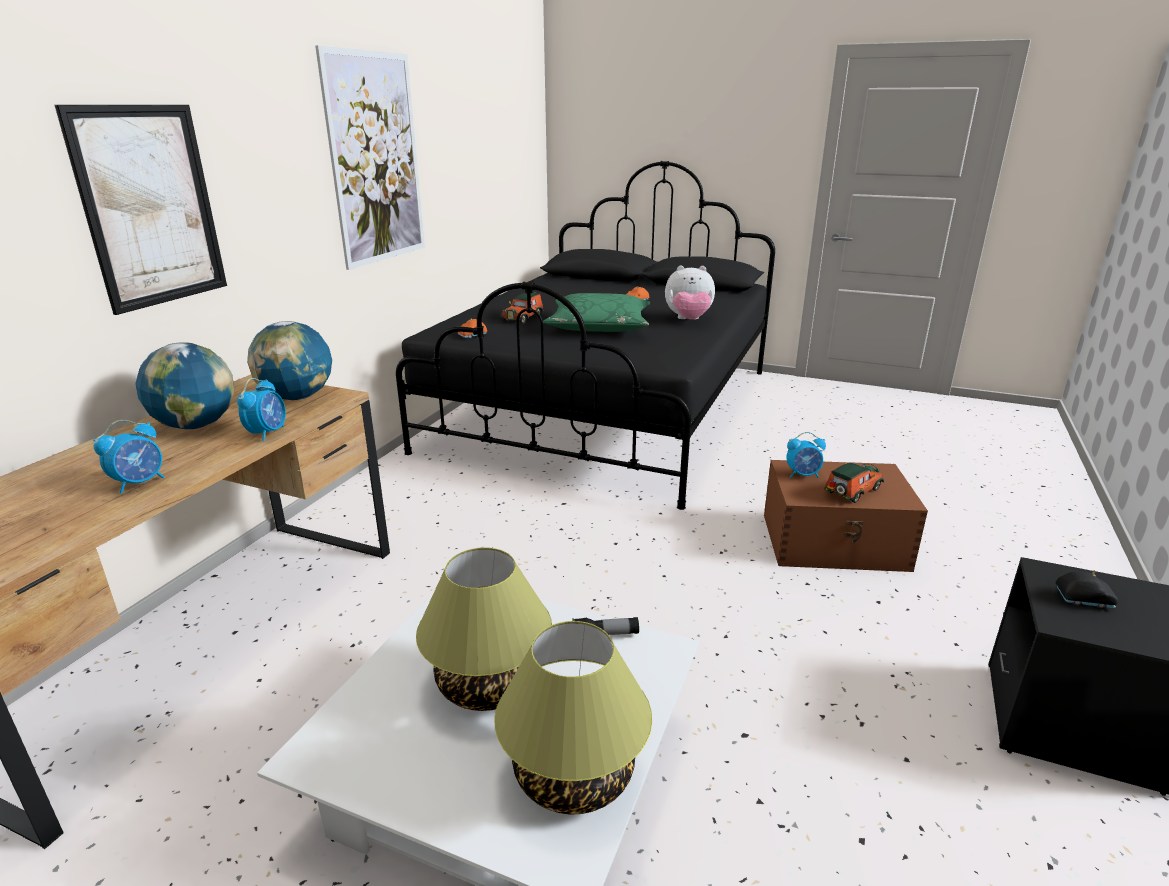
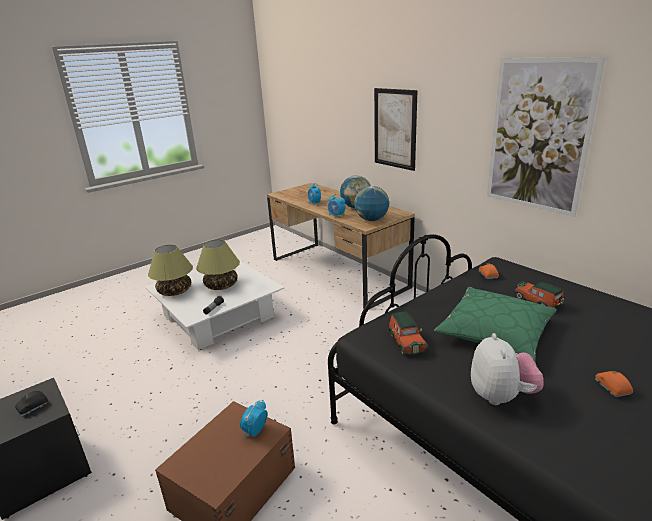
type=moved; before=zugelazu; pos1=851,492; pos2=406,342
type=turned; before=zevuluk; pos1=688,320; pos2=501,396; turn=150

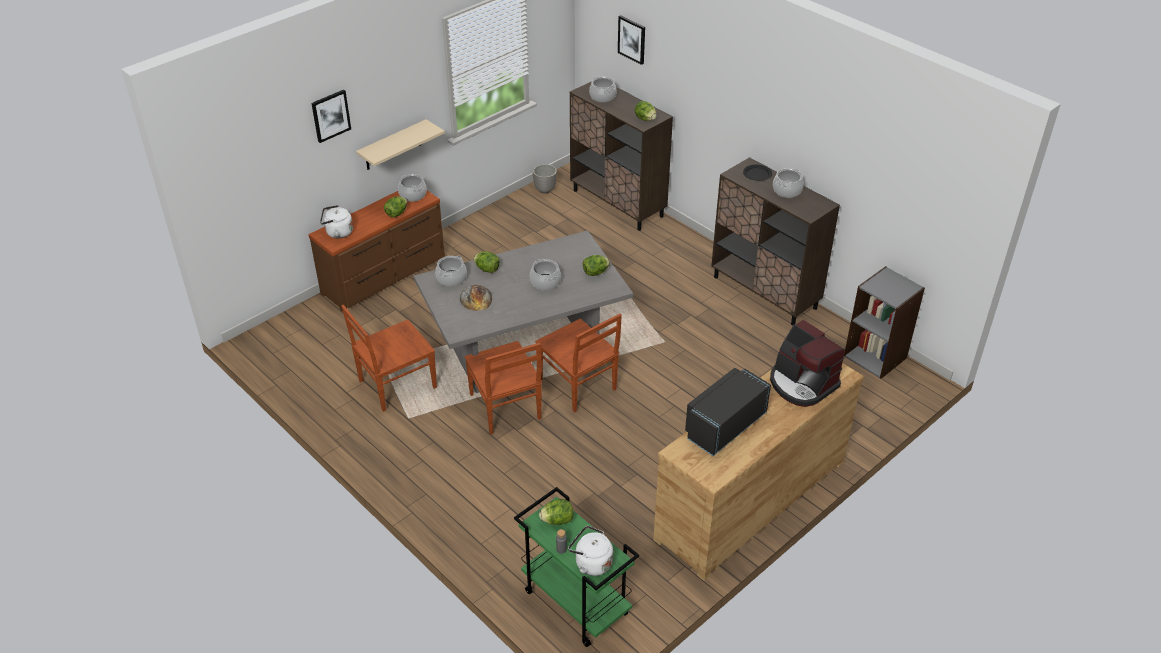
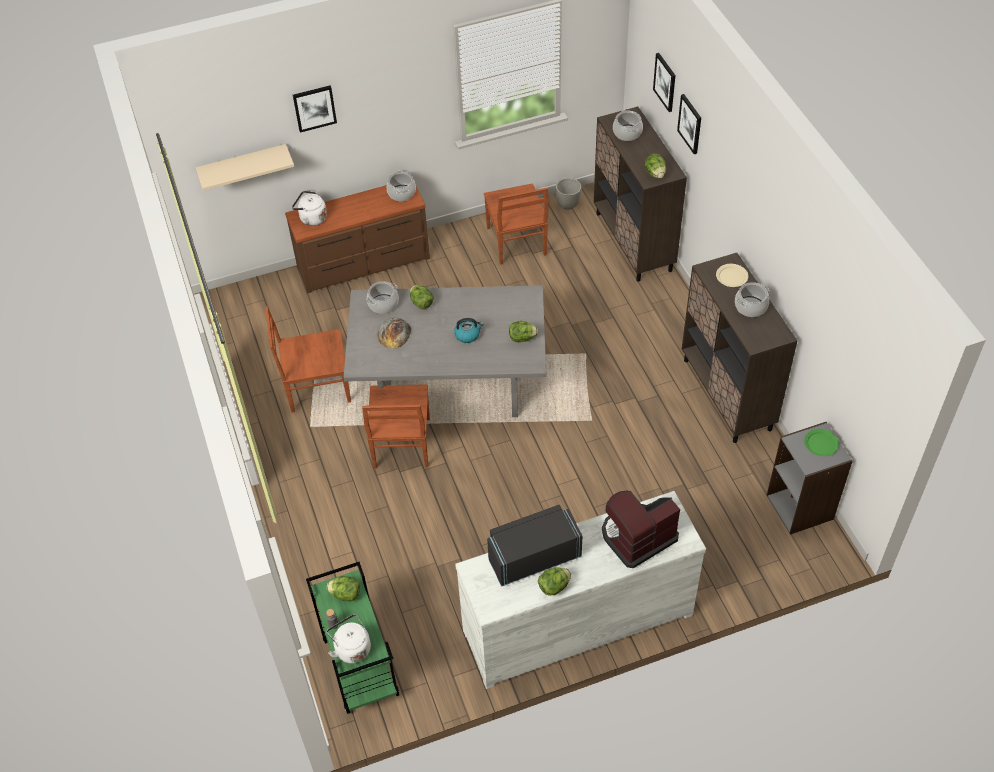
type=moved; before=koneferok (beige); pos1=393,145; pos2=243,166
type=replaced; before=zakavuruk; after=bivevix; pos1=545,282; pos2=468,335
type=recoloured; before=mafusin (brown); after=mafusin (white); pos1=749,499; pos2=576,621
type=moved; before=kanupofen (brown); pos1=578,385; pos2=516,242
type=moved; before=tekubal; pos1=396,213; pos2=554,586
type=turned; before=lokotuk; pos1=802,384; pos2=637,536; turn=75
type=added; after=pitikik; pos2=690,123
type=recoloured; before=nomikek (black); after=nomikek (beige); pos1=757,174; pos2=731,277
type=added; after=nomikek (green); pos2=820,444

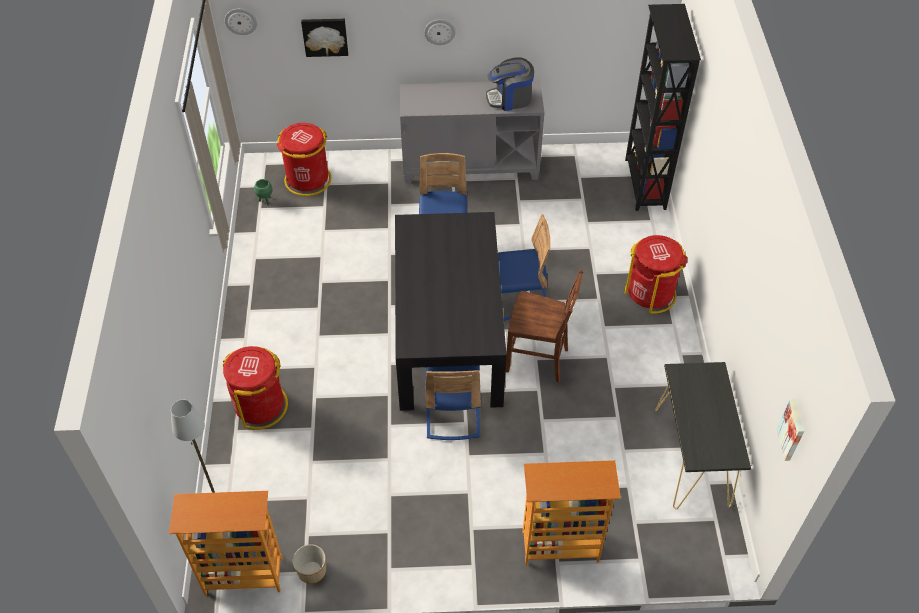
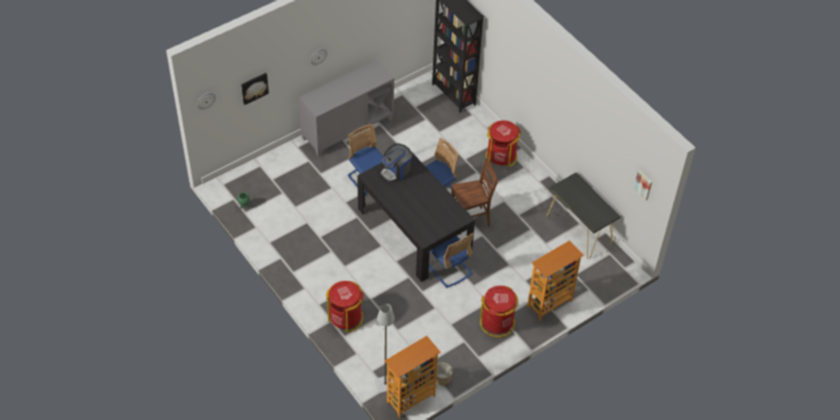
type=moved; before=lokotuk; pos1=510,98; pos2=396,171
type=moved; before=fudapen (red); pos1=308,180; pos2=497,323

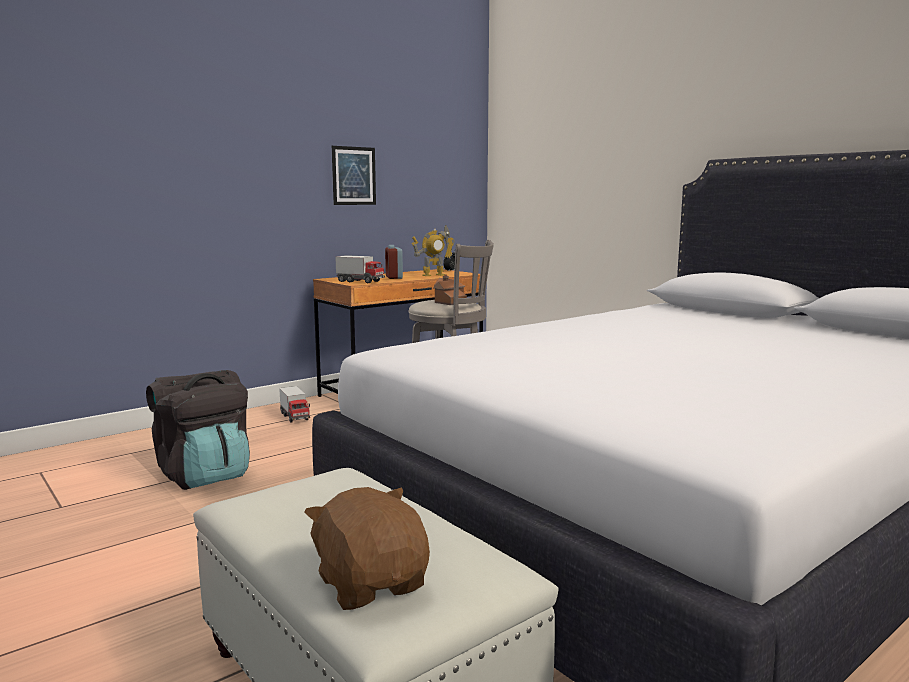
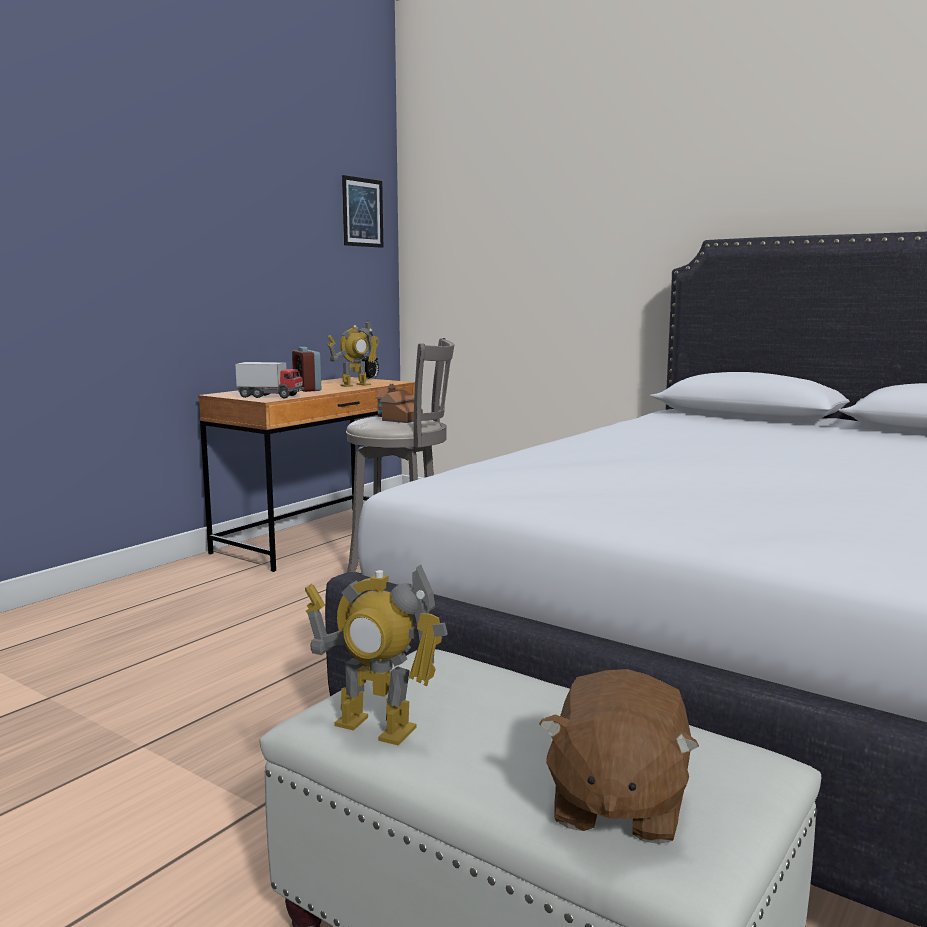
type=added; after=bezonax; pos2=375,727
type=moved; before=pitikik; pos1=354,176; pos2=362,212
type=turned; before=zevuluk (brown); pos1=371,584; pos2=616,804; turn=-120
type=removed; before=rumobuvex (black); pos1=204,475
type=removed; before=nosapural; pos1=295,417

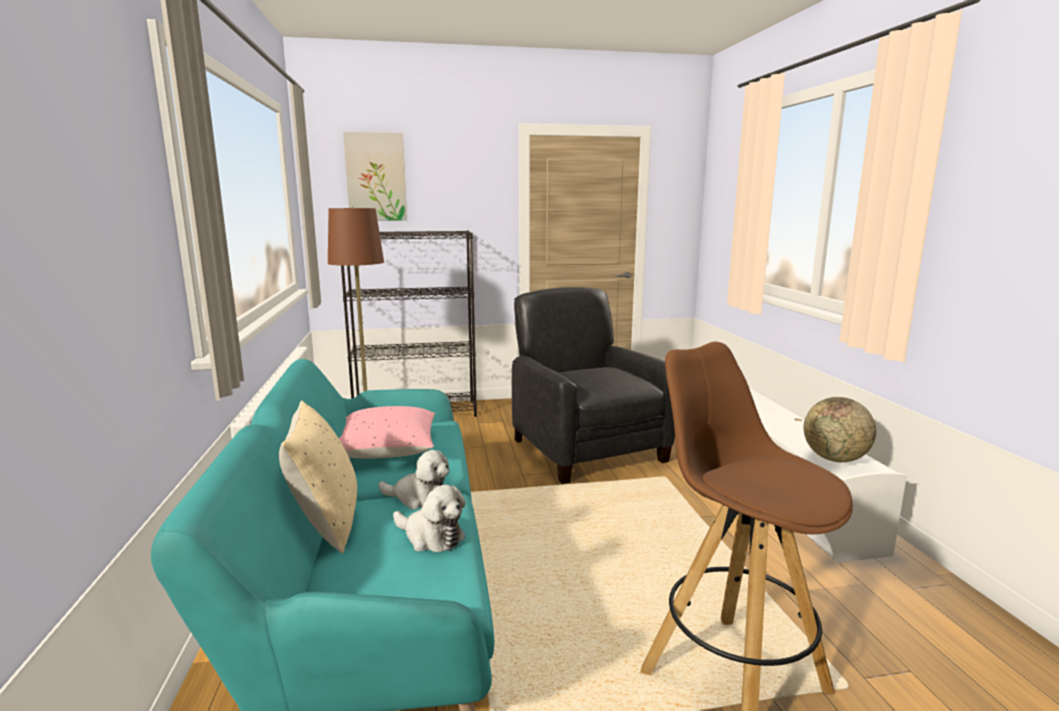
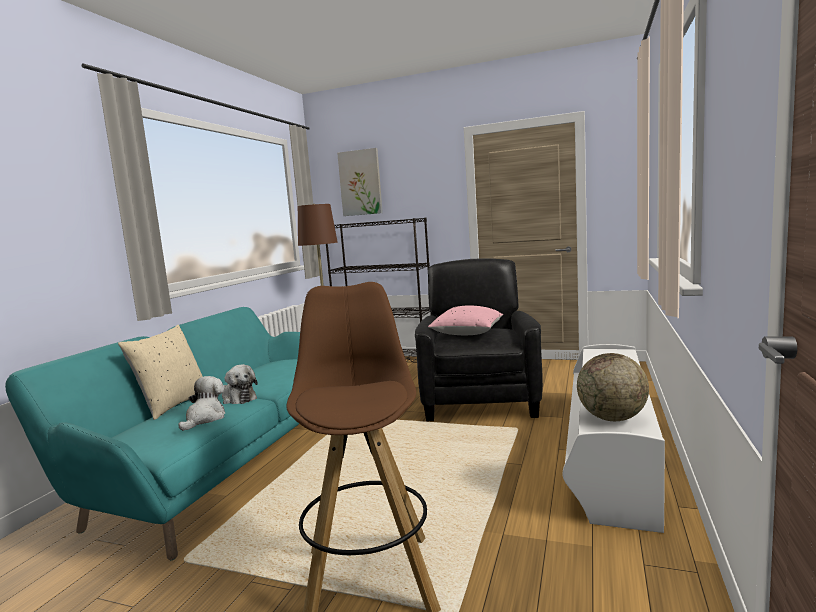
type=turned; before=zevuluk; pos1=431,536; pos2=205,418; turn=-135
type=moved; before=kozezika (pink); pos1=388,451; pos2=467,333

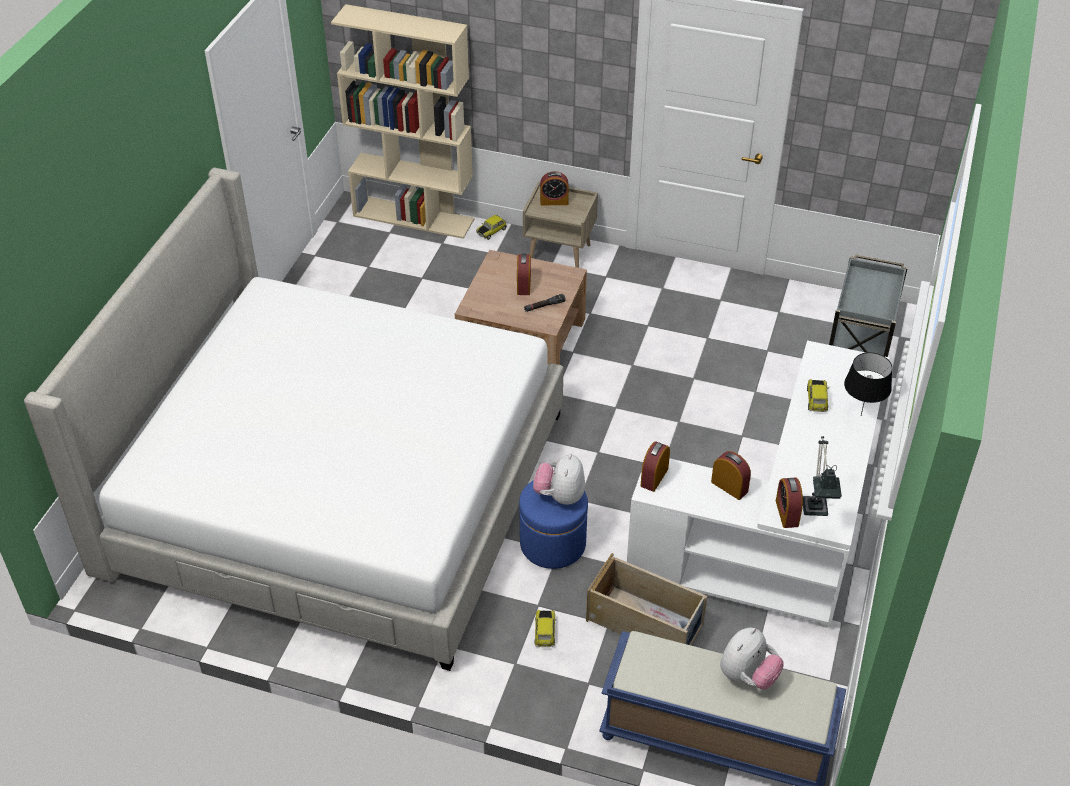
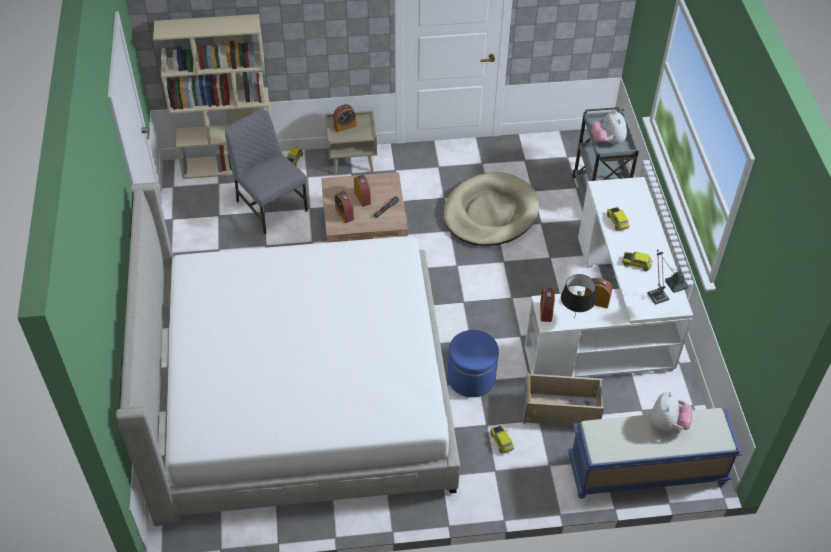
type=added; after=kanupofen (grey); pos2=270,205
type=moved; before=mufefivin; pos1=787,513; pos2=344,214
type=added; after=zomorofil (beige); pos2=490,213
type=moved; before=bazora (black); pos1=860,415; pos2=574,318
type=moved; before=zevuluk; pos1=560,496; pos2=607,141
type=added; after=zugelazu; pos2=636,263

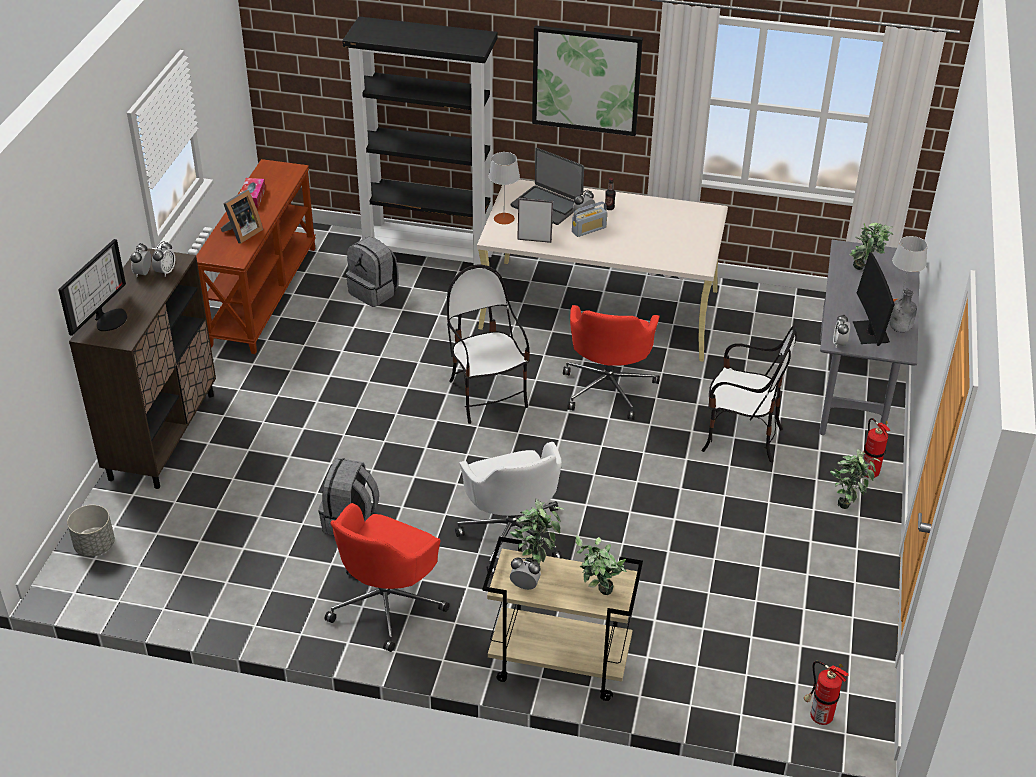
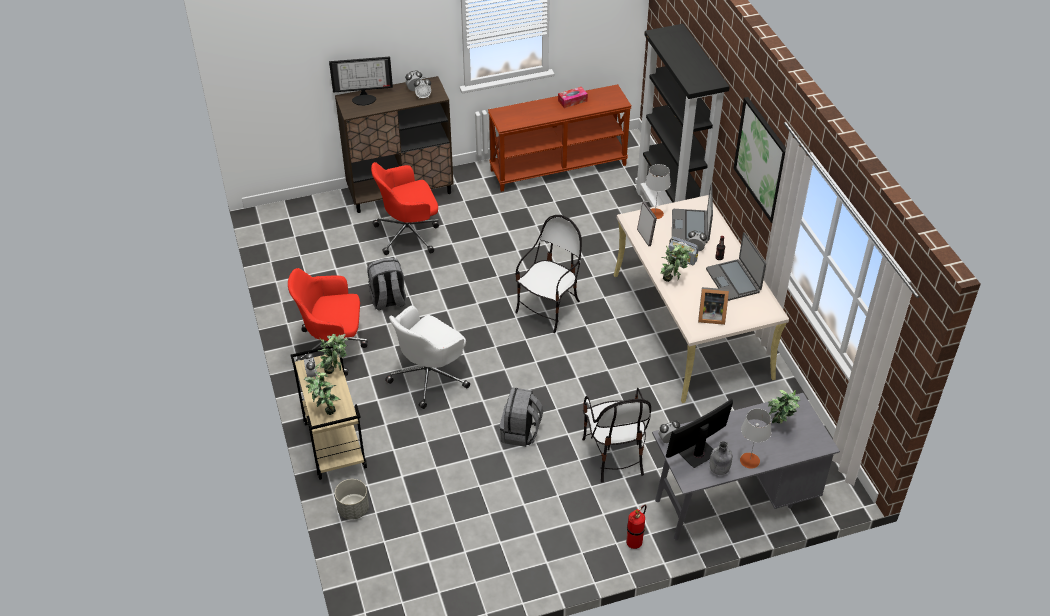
type=moved; before=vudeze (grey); pos1=94,546; pos2=353,509
type=moved; before=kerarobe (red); pos1=608,388; pos2=409,233
type=moved; before=rumobuvex (grey); pos1=374,292; pos2=520,432
type=moved; before=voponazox; pos1=847,502; pos2=673,280
type=moved; before=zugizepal; pos1=242,233; pos2=710,316
type=added; after=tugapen; pos2=733,280
type=removed; before=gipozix; pos1=818,716

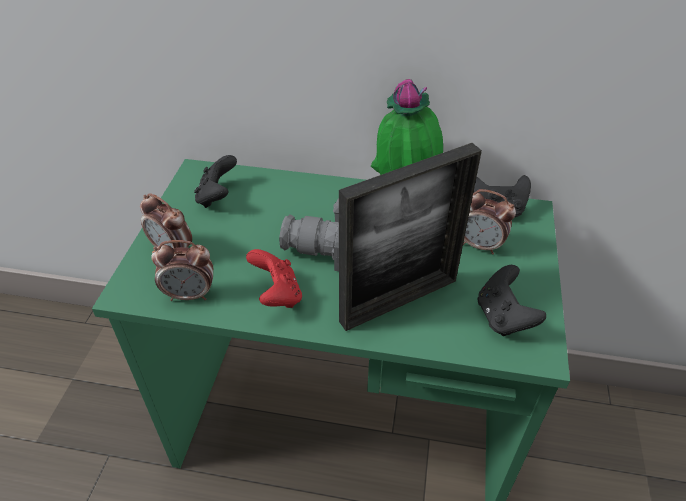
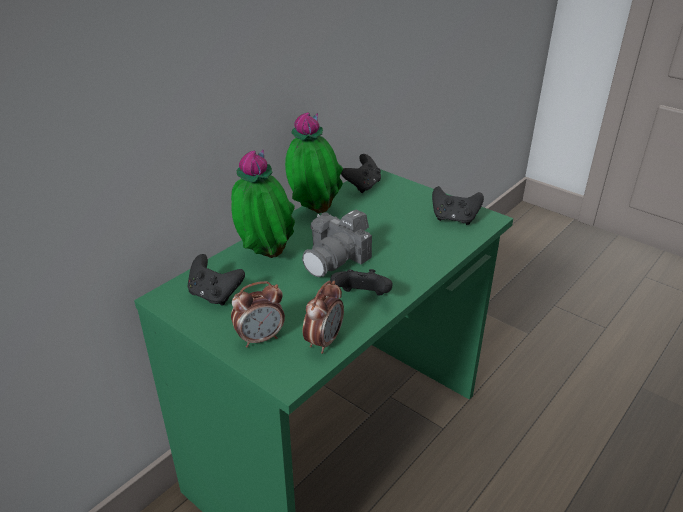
type=added; after=voponazox; pos2=265,256
type=recoloured; before=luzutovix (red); after=luzutovix (black); pos1=277,295; pos2=362,298
type=removed; before=zugizepal; pos1=399,301
type=removed; before=mufefivin; pos1=480,245

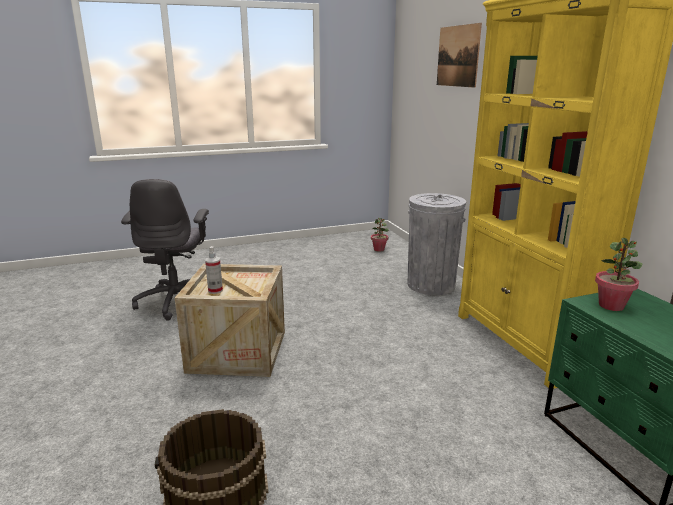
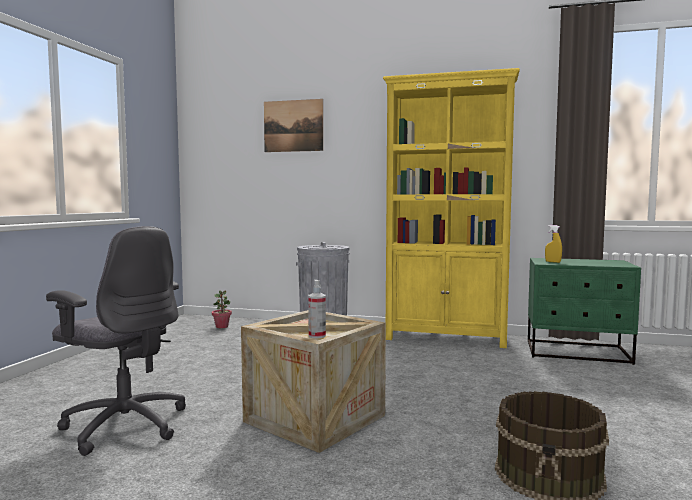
type=replaced; before=voponazox; after=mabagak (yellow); pos1=611,306; pos2=553,262

